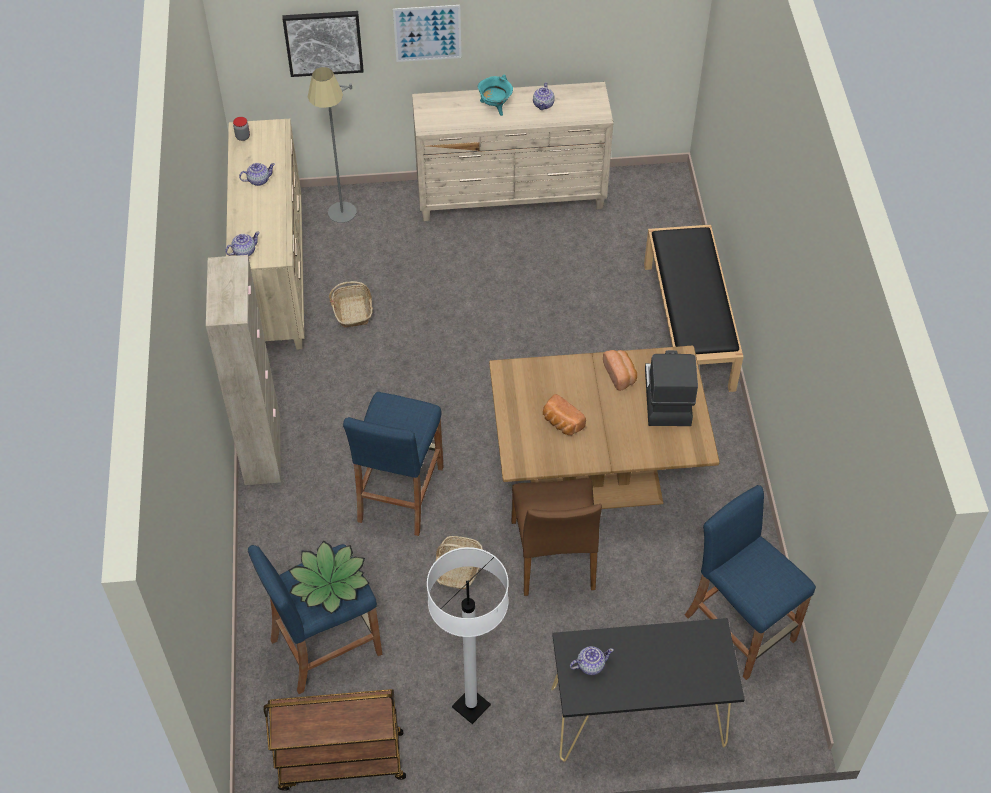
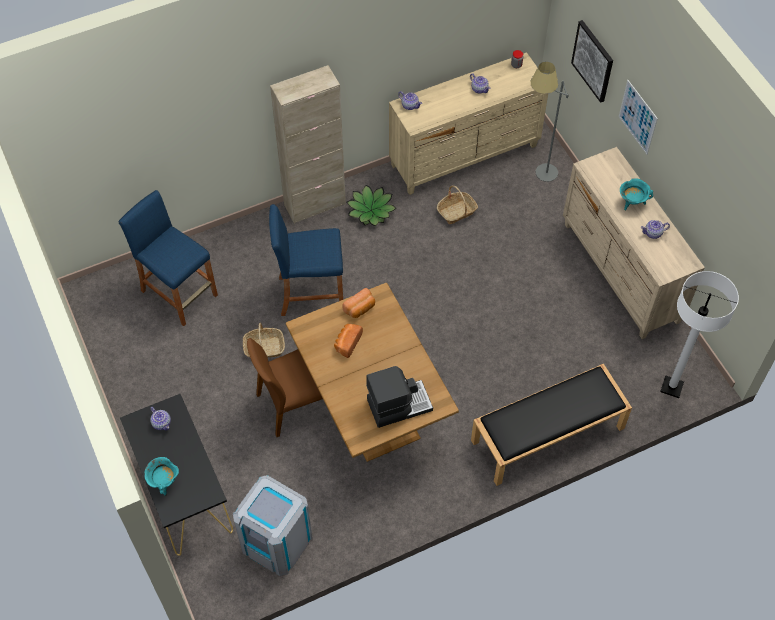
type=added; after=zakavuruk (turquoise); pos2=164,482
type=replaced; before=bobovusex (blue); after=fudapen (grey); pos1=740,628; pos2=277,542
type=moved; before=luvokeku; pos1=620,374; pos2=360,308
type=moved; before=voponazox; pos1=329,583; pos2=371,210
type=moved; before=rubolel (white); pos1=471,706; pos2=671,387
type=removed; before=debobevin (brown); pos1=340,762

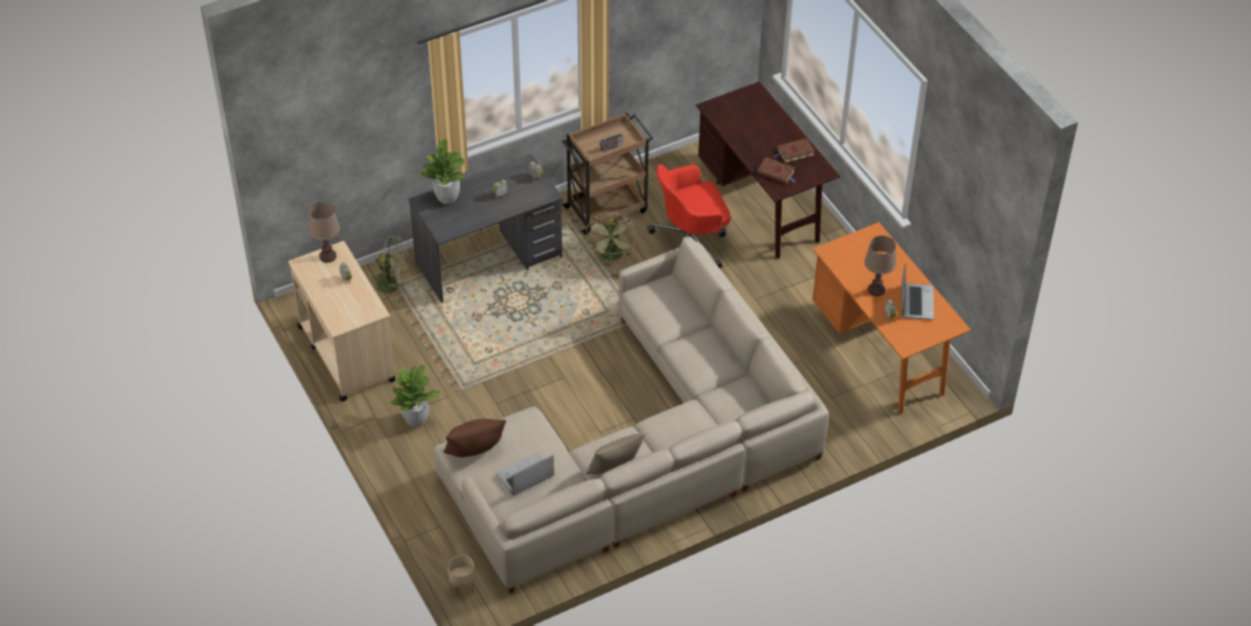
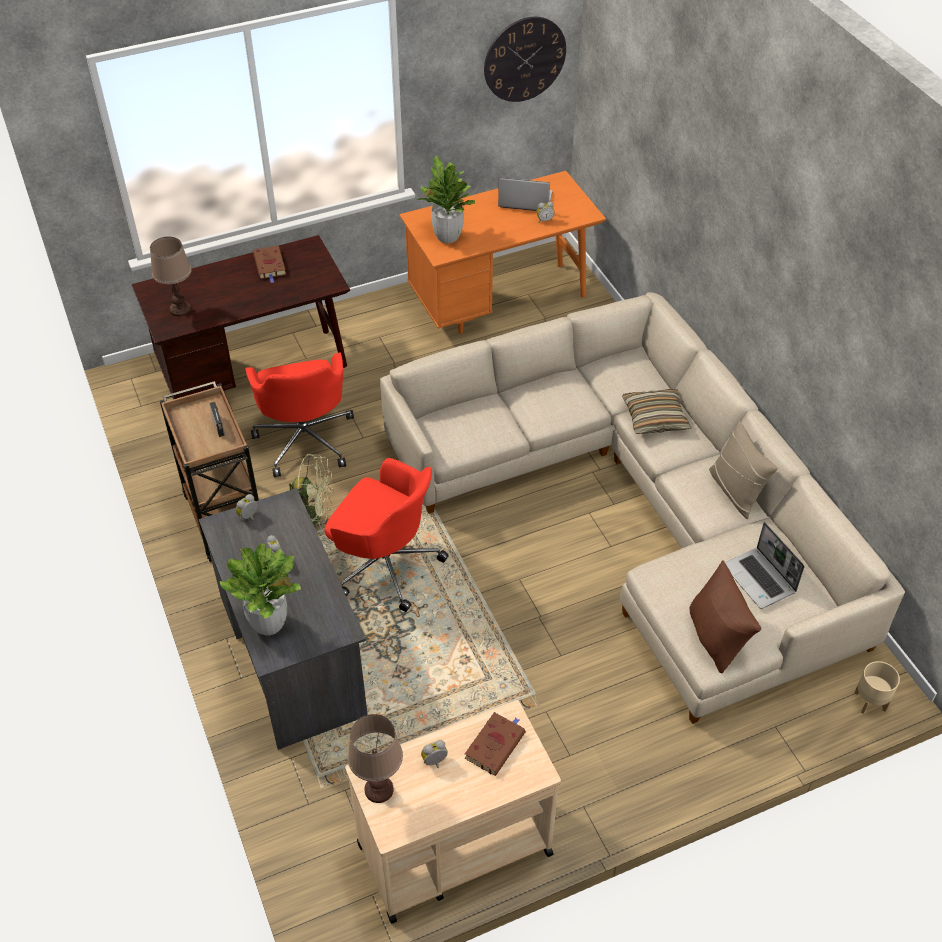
type=moved; before=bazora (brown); pos1=876,289; pos2=180,309
type=added; after=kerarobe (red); pos2=385,564
type=moved; before=voponazox; pos1=416,420; pos2=447,237
type=moved; before=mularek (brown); pos1=776,173; pos2=495,744
type=added; after=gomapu; pos2=524,59
type=added; after=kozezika; pos2=655,418
type=removed; before=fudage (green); pos1=393,284

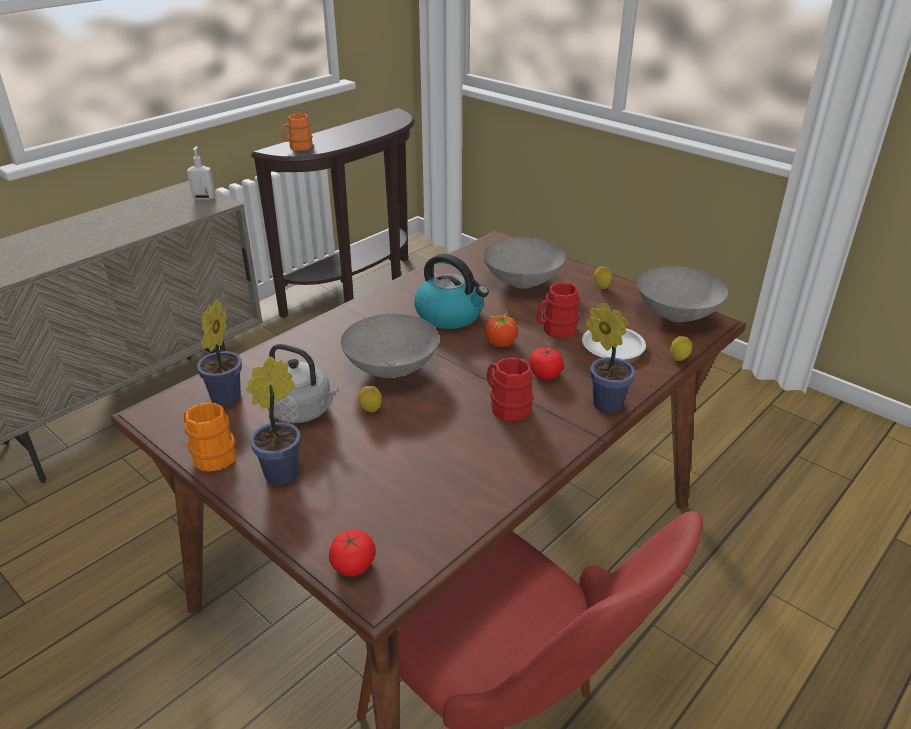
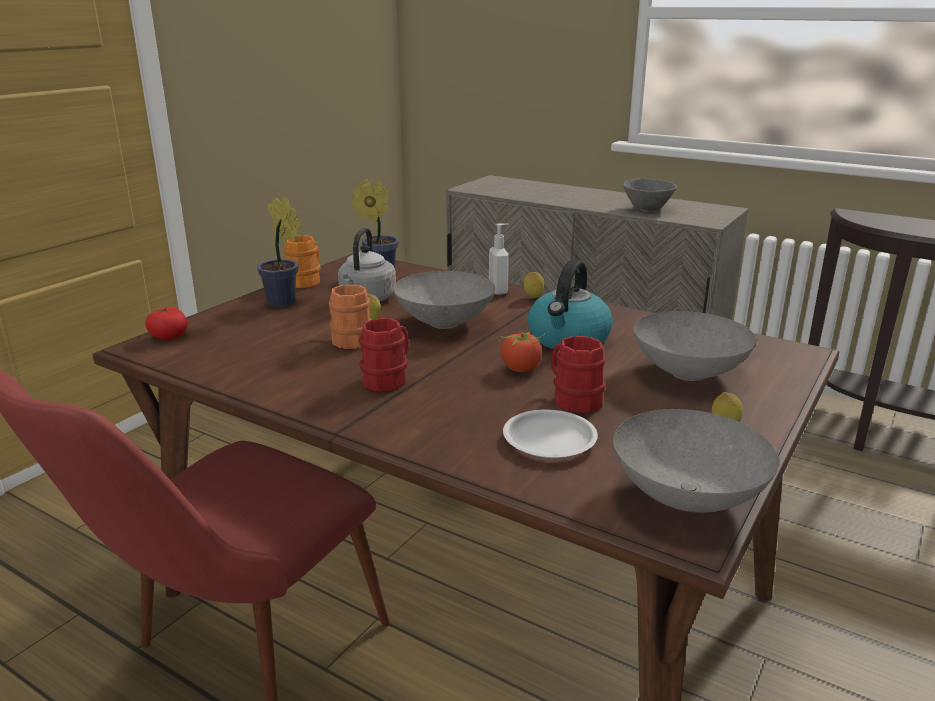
type=moved; before=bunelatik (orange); pos1=298,147; pos2=348,339
type=moved; before=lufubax; pos1=204,198; pos2=499,291
type=moved; before=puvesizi; pos1=678,360; pos2=533,298
type=added; after=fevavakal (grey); pos2=645,209
type=removed; before=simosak; pos1=545,374
type=removed; before=voponazox; pos1=604,402

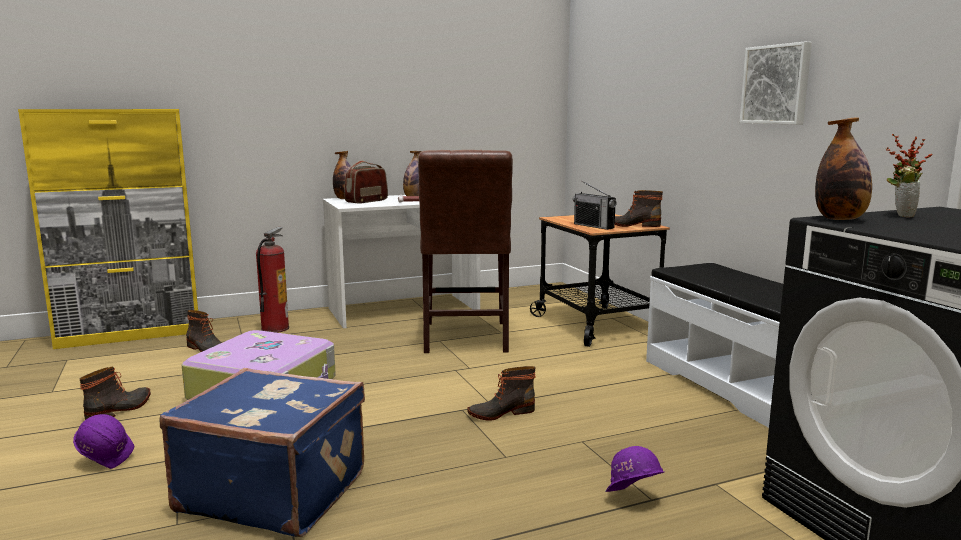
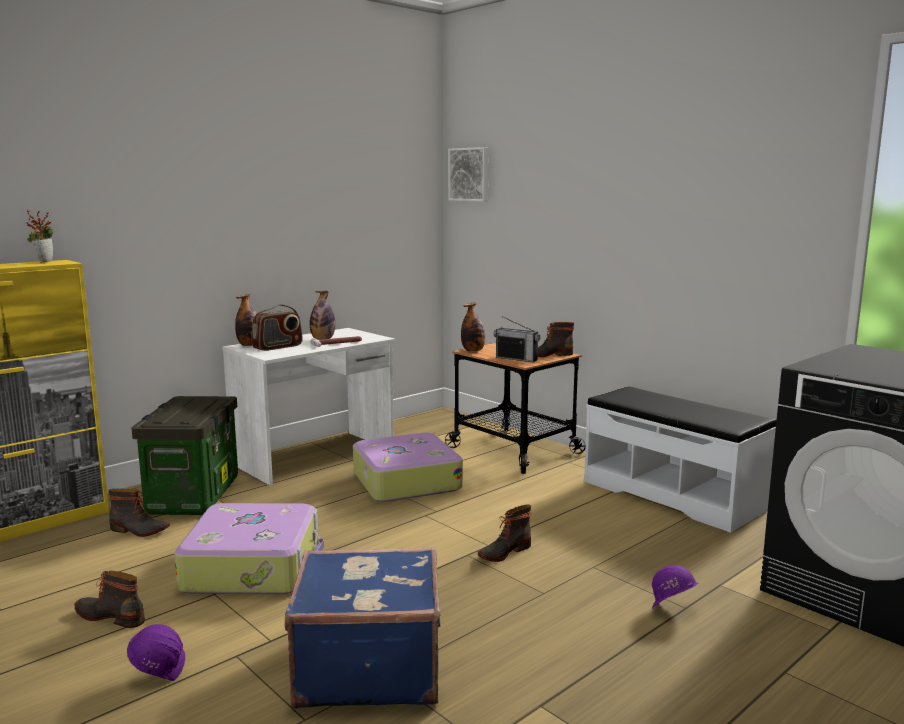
type=moved; before=voponazox; pos1=900,215; pos2=43,261
type=turned; before=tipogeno; pos1=120,409; pos2=111,616; turn=-75
type=replaced; before=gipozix; after=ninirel; pos1=275,328; pos2=193,495
type=turned; before=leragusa; pos1=366,201; pos2=278,347; turn=-150
type=replaced; before=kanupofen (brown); after=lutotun; pos1=465,339; pos2=405,481
type=moved; before=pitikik; pos1=777,84; pos2=470,174
type=moved; before=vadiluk; pos1=840,219; pos2=473,351

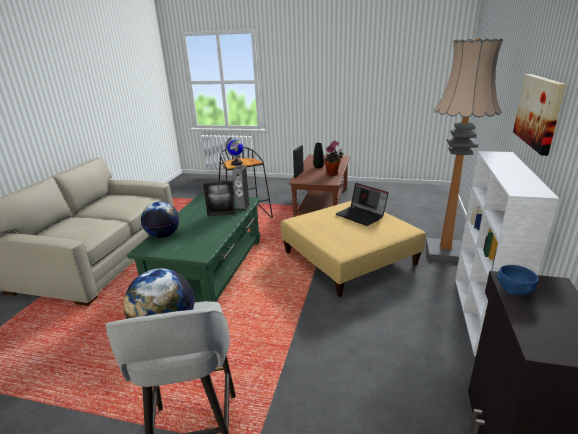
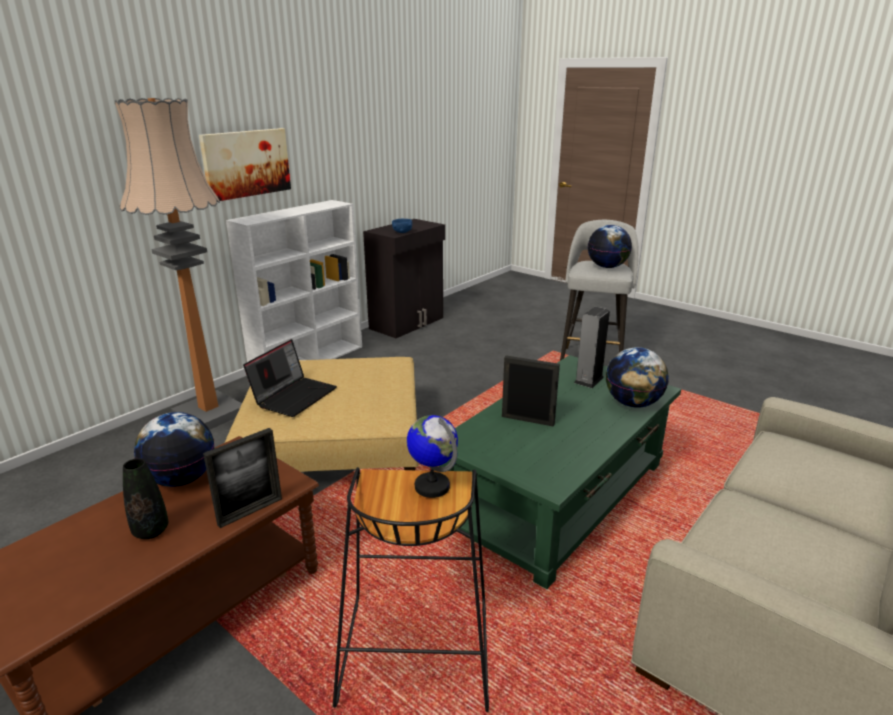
type=replaced; before=voponazox; after=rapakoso; pos1=333,174; pos2=182,479
type=turned; before=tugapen; pos1=361,215; pos2=294,396; turn=45
type=moved; before=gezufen; pos1=243,207; pos2=588,380

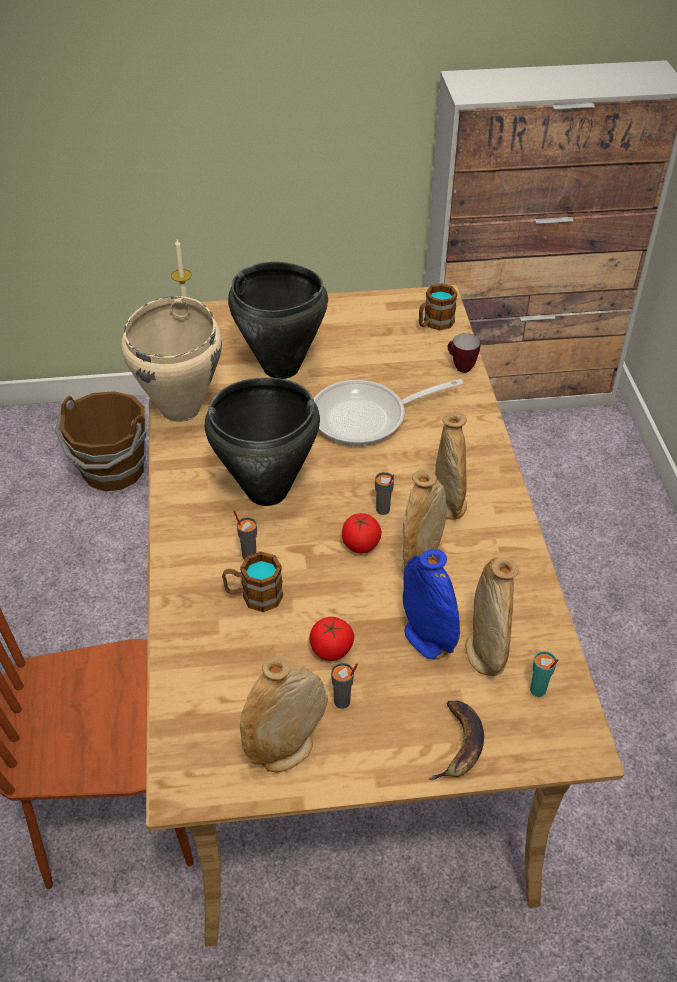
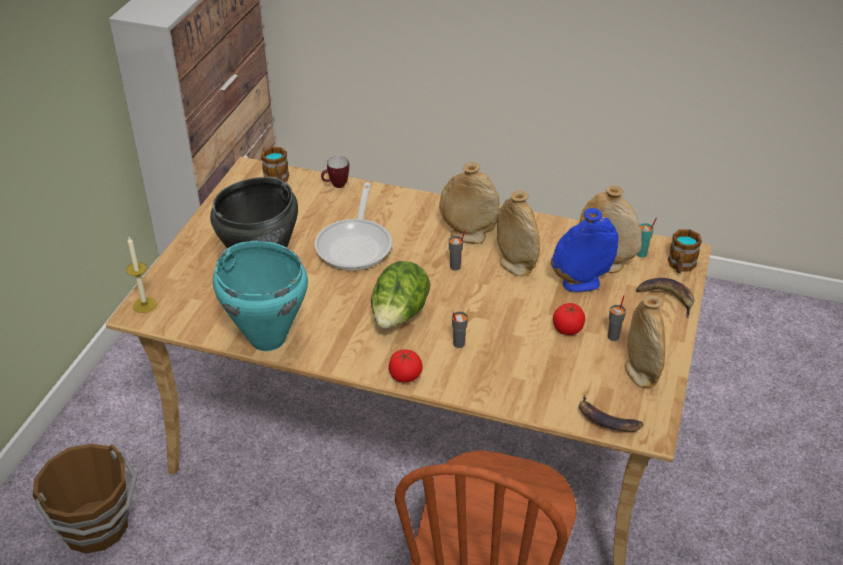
type=recoloured; before=zakavuruk (beige); after=zakavuruk (turquoise); pos1=181,409; pos2=268,338
type=replaced; before=zakavuruk (black); after=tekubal; pos1=268,492; pos2=399,316
type=moved; before=simosak; pos1=360,544; pos2=405,376
type=added; after=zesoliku; pos2=606,420
type=moved; before=bunelatik; pos1=253,596; pos2=680,266

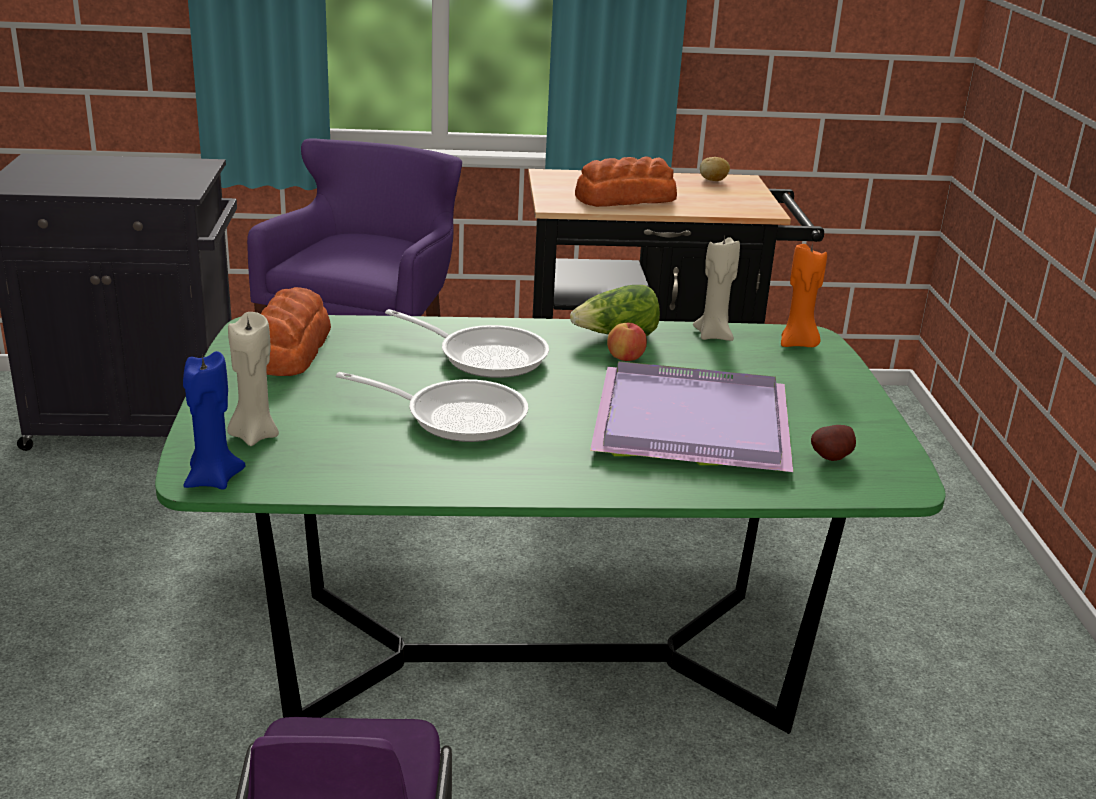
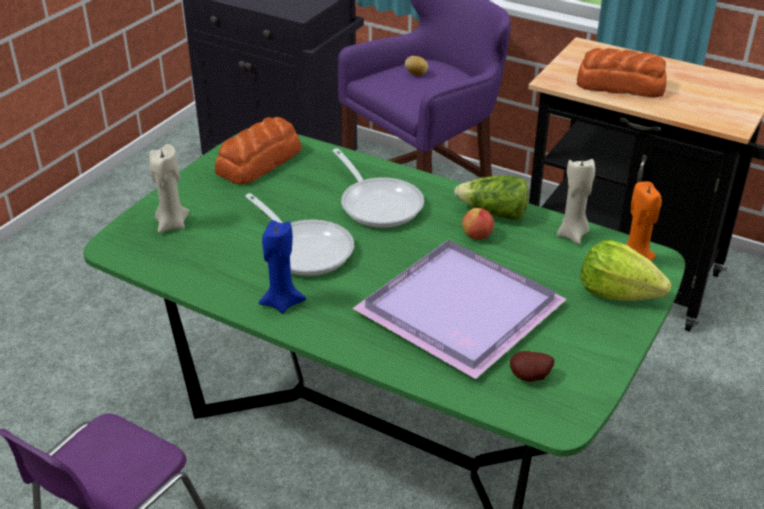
type=moved; before=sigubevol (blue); pos1=213,480; pos2=282,302
type=moved; before=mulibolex; pos1=713,180; pos2=416,74
type=added; after=tekubal; pos2=617,293

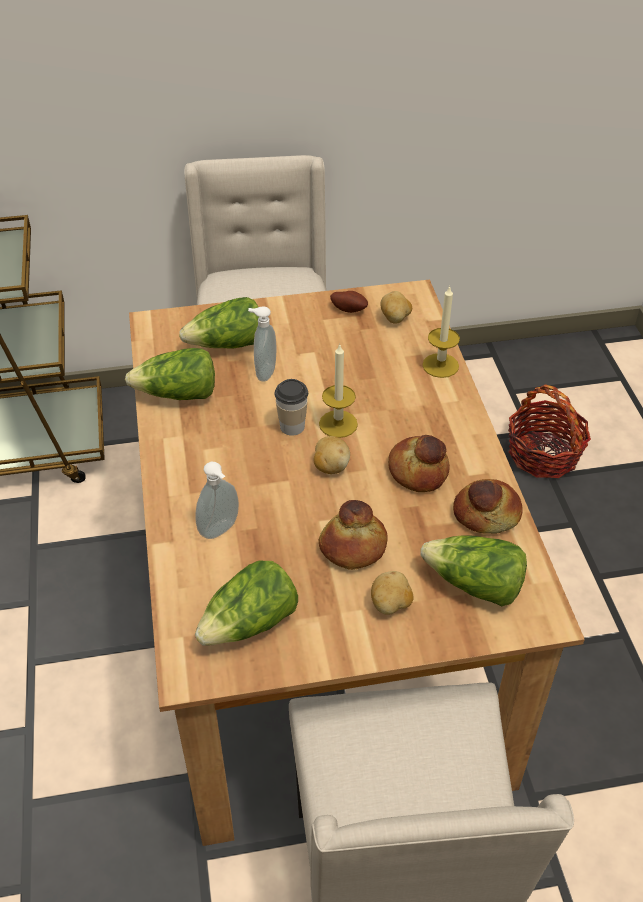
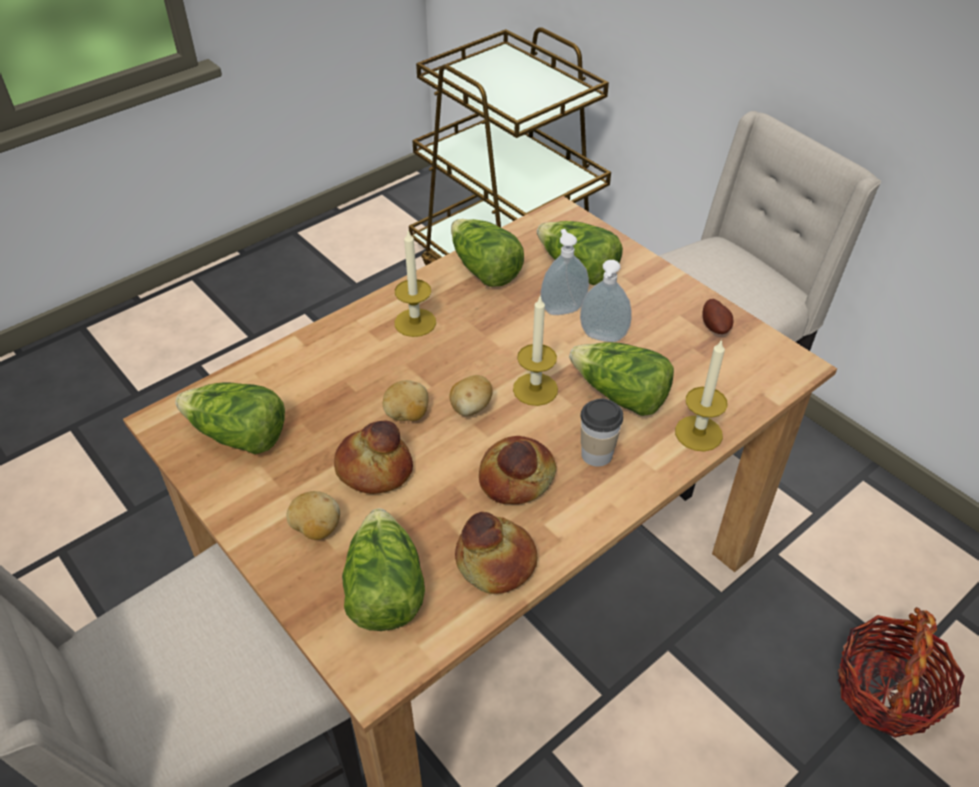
type=moved; before=mulibolex; pos1=395,319; pos2=407,415
type=added; after=sigubevol; pos2=415,322
type=added; after=tekubal; pos2=620,396
type=moved; before=lufubax; pos1=221,531; pos2=602,338
type=moved; before=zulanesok; pos1=292,426; pos2=596,454

